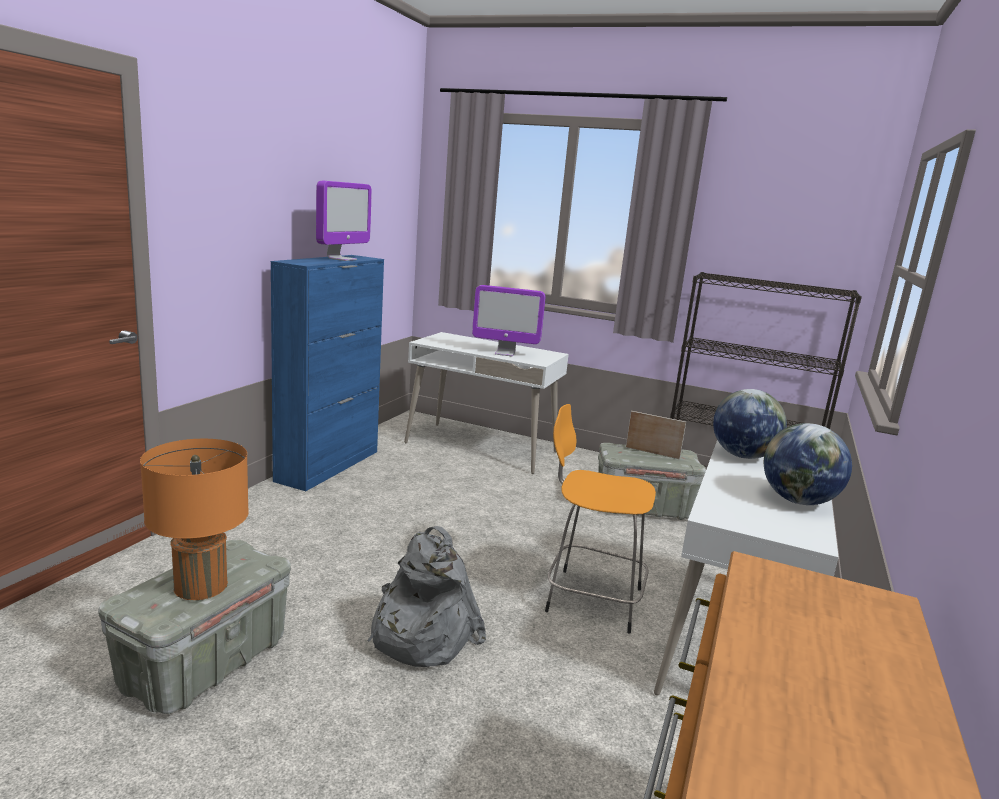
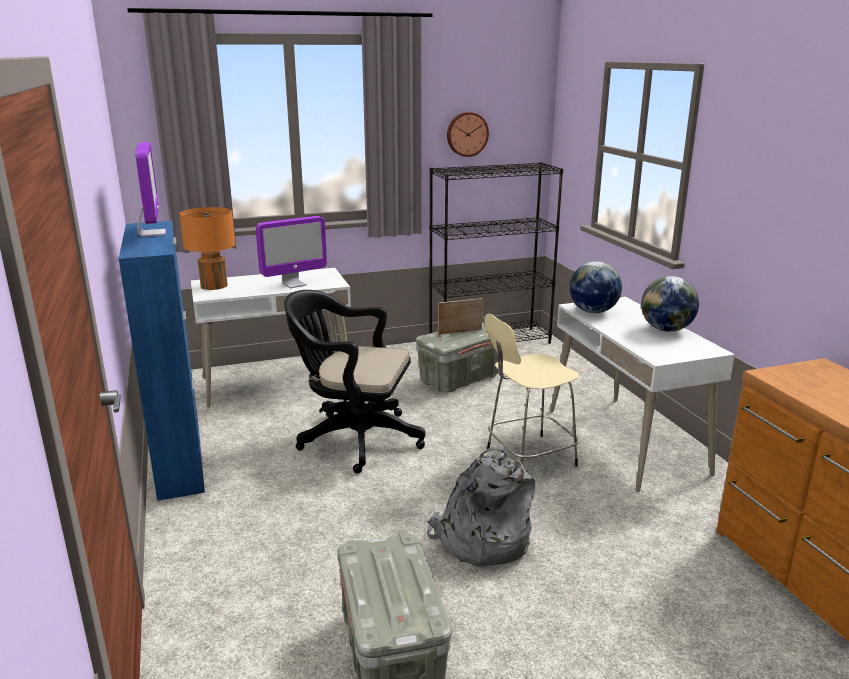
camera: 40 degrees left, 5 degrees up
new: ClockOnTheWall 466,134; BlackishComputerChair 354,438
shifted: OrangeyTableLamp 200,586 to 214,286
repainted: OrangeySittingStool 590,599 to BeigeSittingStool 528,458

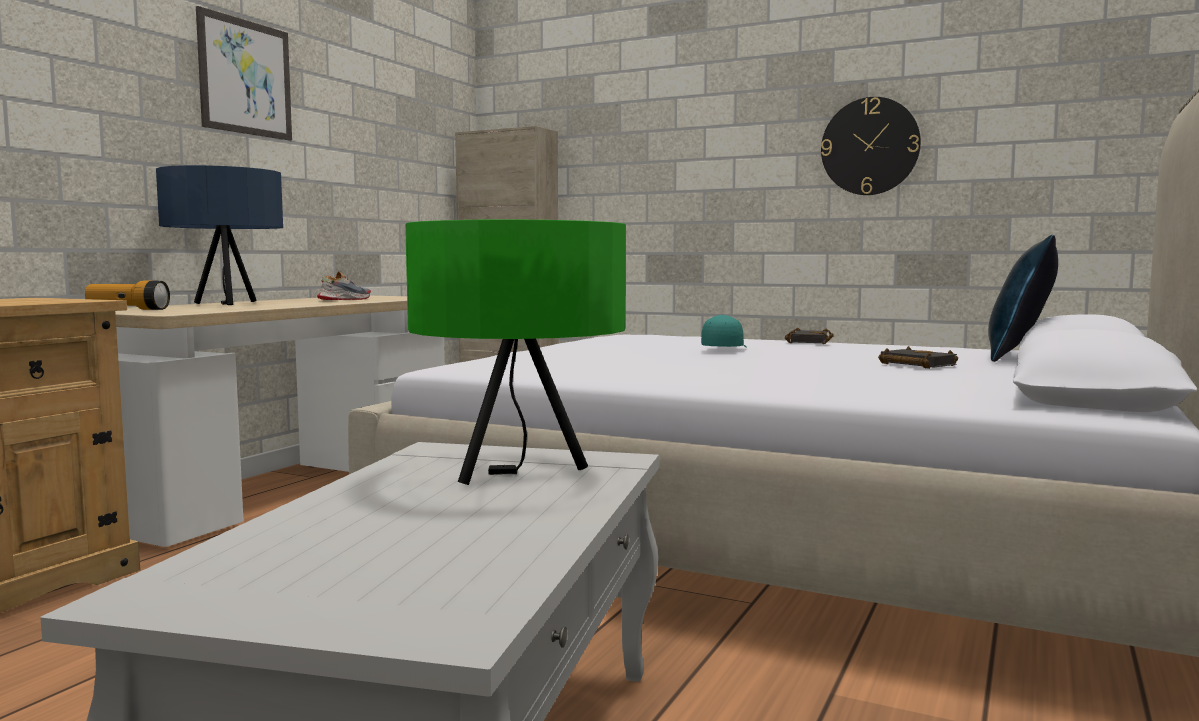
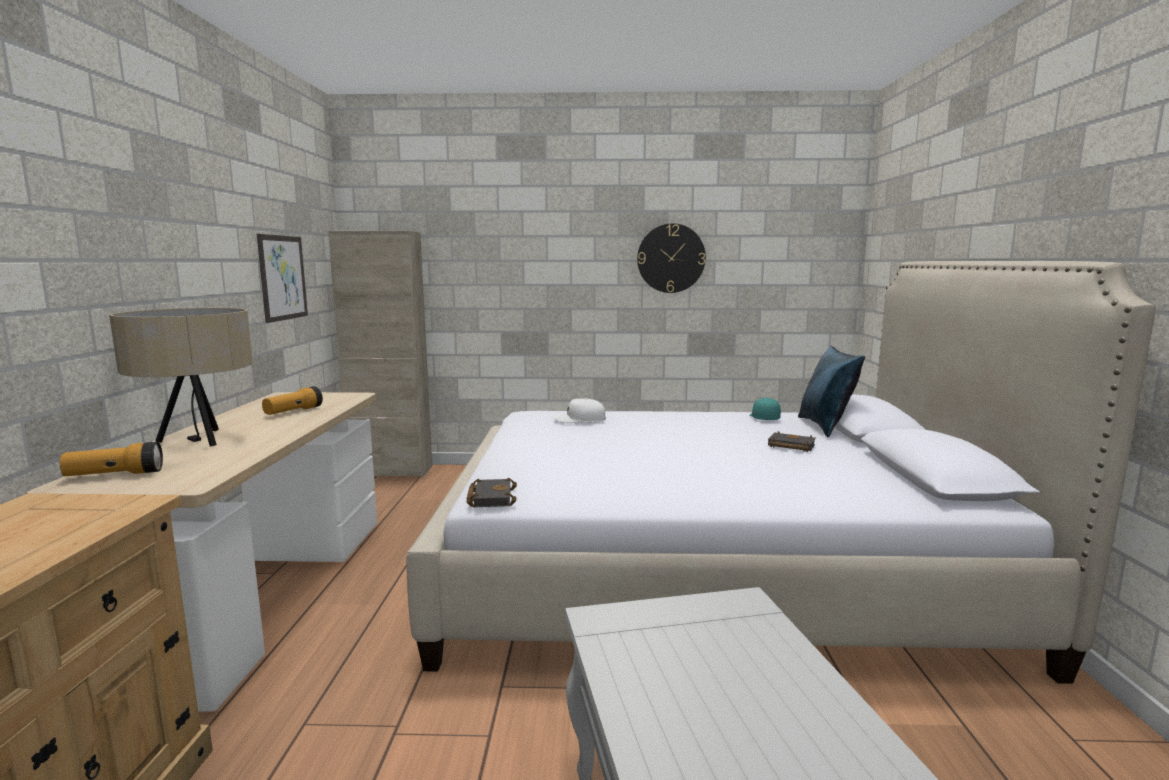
camera: 25 degrees left, 5 degrees up
gone: GreenColouredTableLamp 519,472
new: WhitishPeakedCap 580,420
shifted: Picture 245,77 to 283,277; BlueGreenPeakedCap 723,348 to 763,418; BlackishBook 807,341 to 490,497
swapped: ItemOfFootwear 344,300 to HandTorch 293,411
repainted: BlueTableLamp 226,304 to BeigeTableLamp 198,441

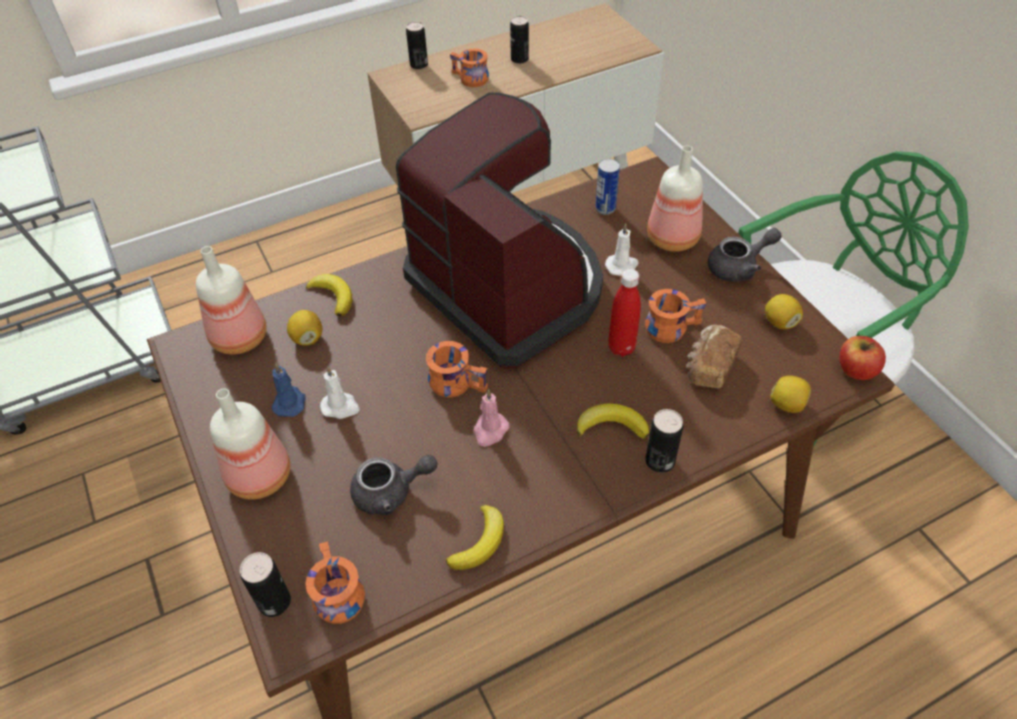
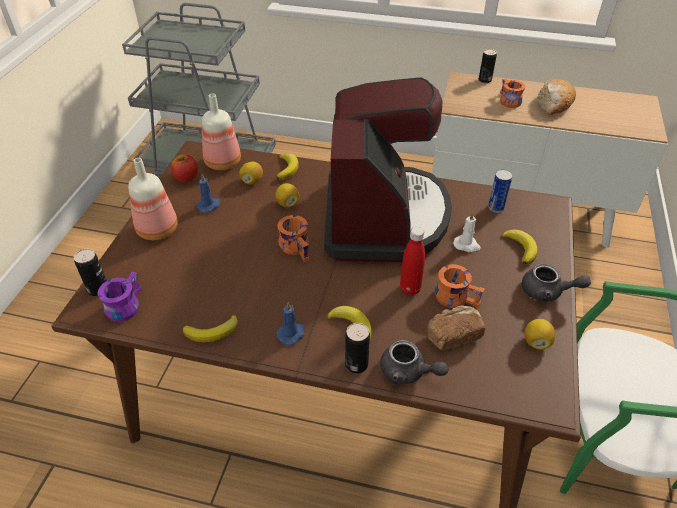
camera: 40 degrees right, 5 degrees down
gone: WhitishCandle 341,407; PinkCandle 490,431
new: BlueCandle 291,334
shifted: AppleFruit 856,370 to 186,177; WholeLemon 787,404 to 287,203; GrayTeapot 391,492 to 408,372
swapped: Can 519,59 to BakeryBread 554,104; Bottle 671,237 to Banana 521,248
repainted: OrangeyCoffeeMug 334,594 to PurplishCoffeeMug 123,305

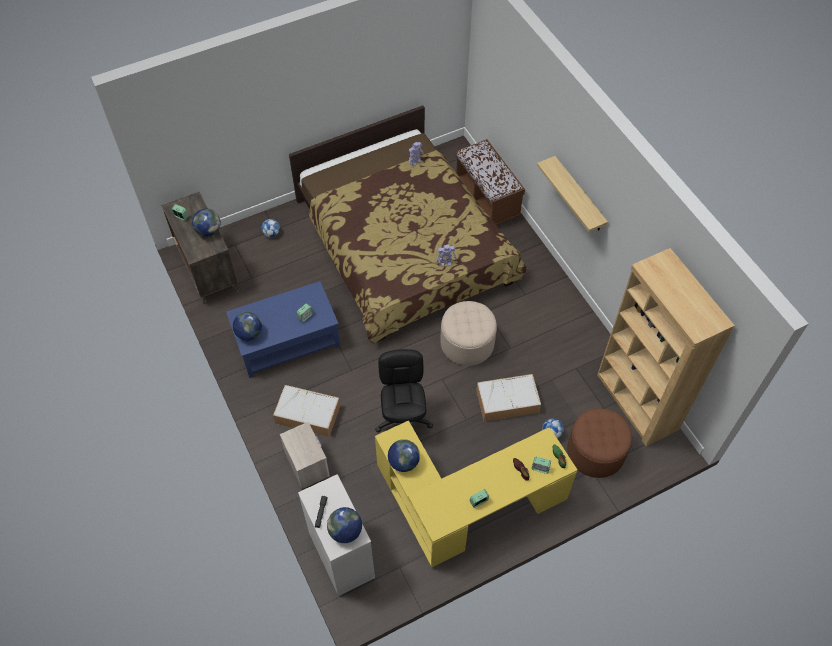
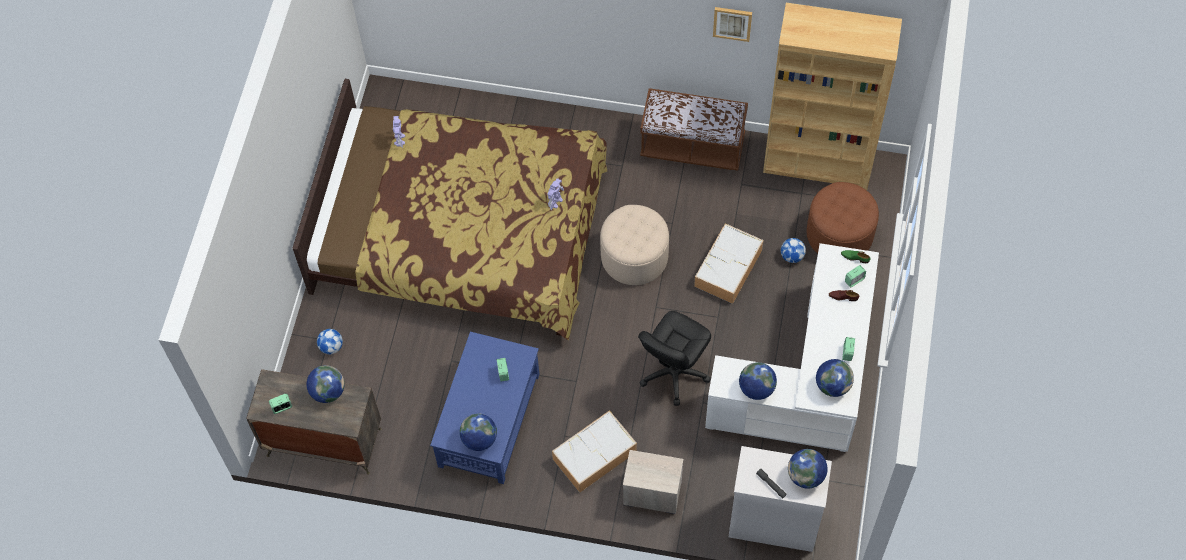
camera: 50 degrees left, 5 degrees up
gone: WallShelf 579,195
new: Picture 732,23; DeskGlobe 832,385
shifted: BrownColouredBench 487,199 to 692,147
repainted: YellowColouredDeskUnit 466,506 to WhitishDeskUnit 807,381
rotated: BlackishComputerChair 403,420 = 673,372 90 degrees counterclockwise

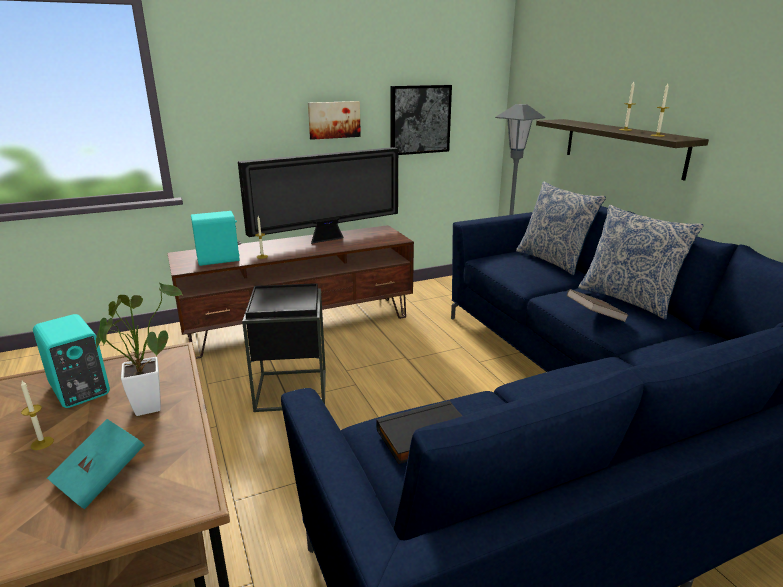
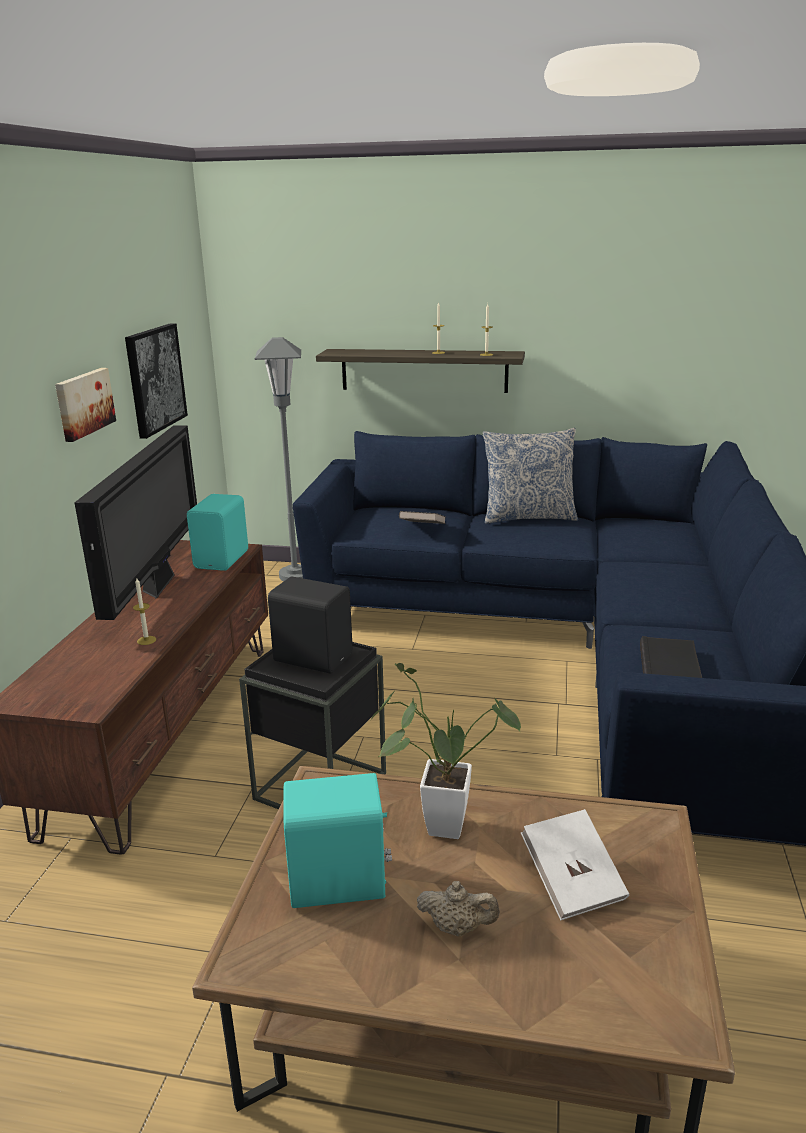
camera: 55 degrees left, 0 degrees up
gone: ThrowPillow 553,260
new: BlackishLoudspeaker 313,657
shifted: BlueGreenLoudspeaker 219,260 to 223,560; BrownColouredBook 594,317 to 422,529
swapped: Candle 42,443 to BeigeTeapot 457,927
repainted: BlueGreenBook 101,478 to WhitishBook 572,881

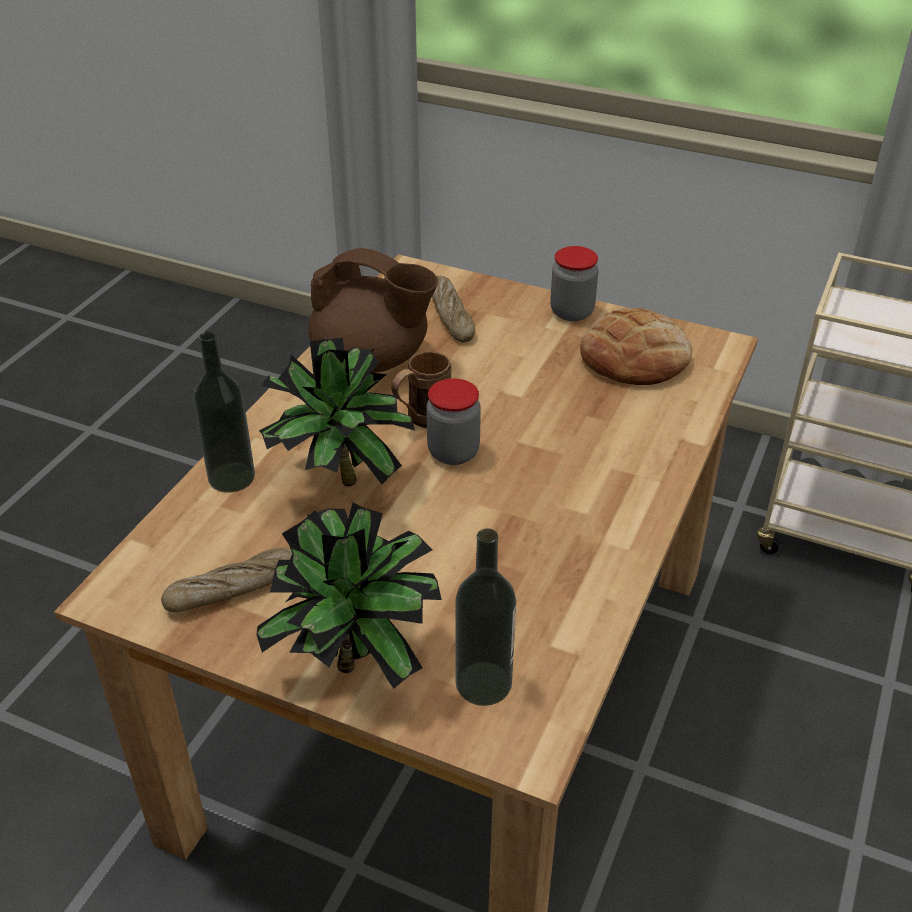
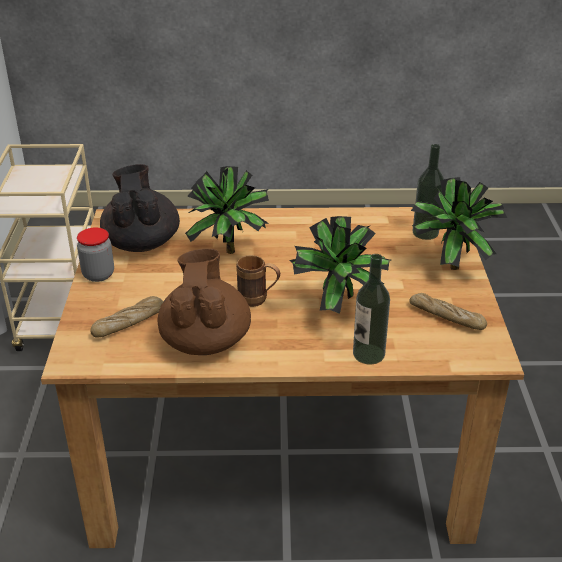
camera: 115 degrees left, 5 degrees down
gone: PreserveJar 453,452
new: PottedPlant 229,255
swapped: BakeryBread 635,357 to BlackishTeapot 142,242

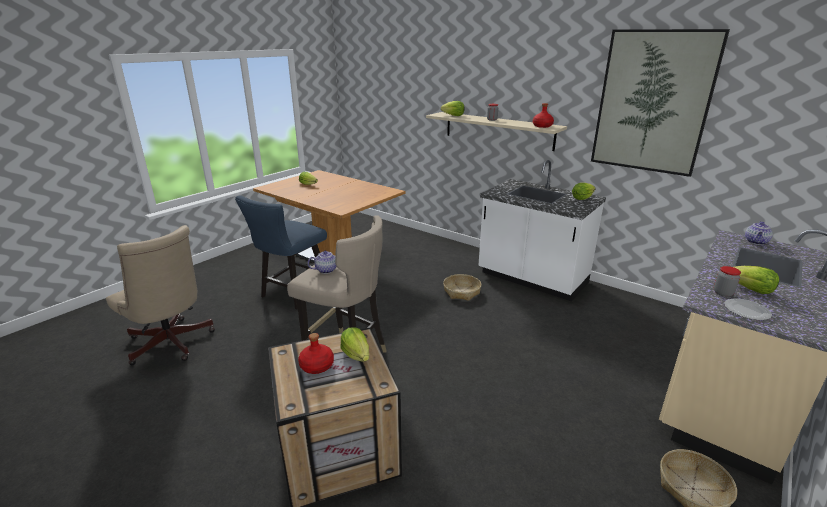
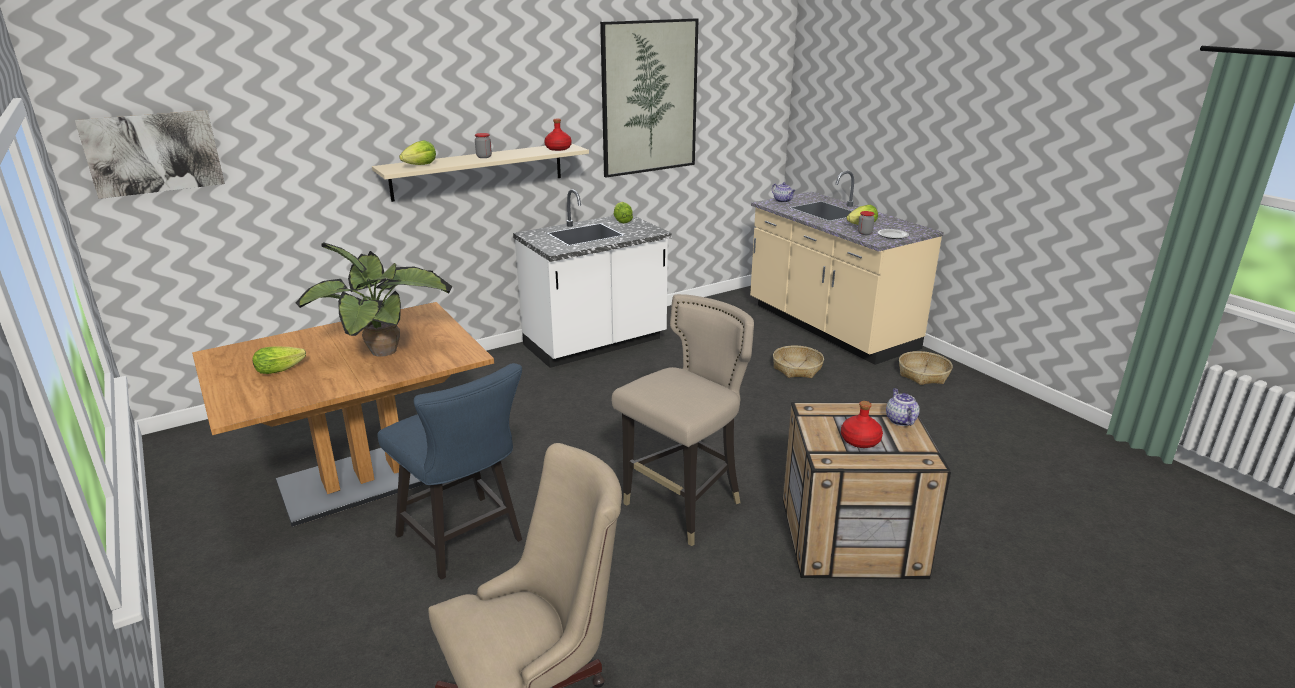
camera: 70 degrees left, 0 degrees up
gone: Lettuce 356,355
new: Picture 153,153; PottedPlant 387,352
shifted: Teapot 327,270 to 900,420; Basket 462,292 to 797,368

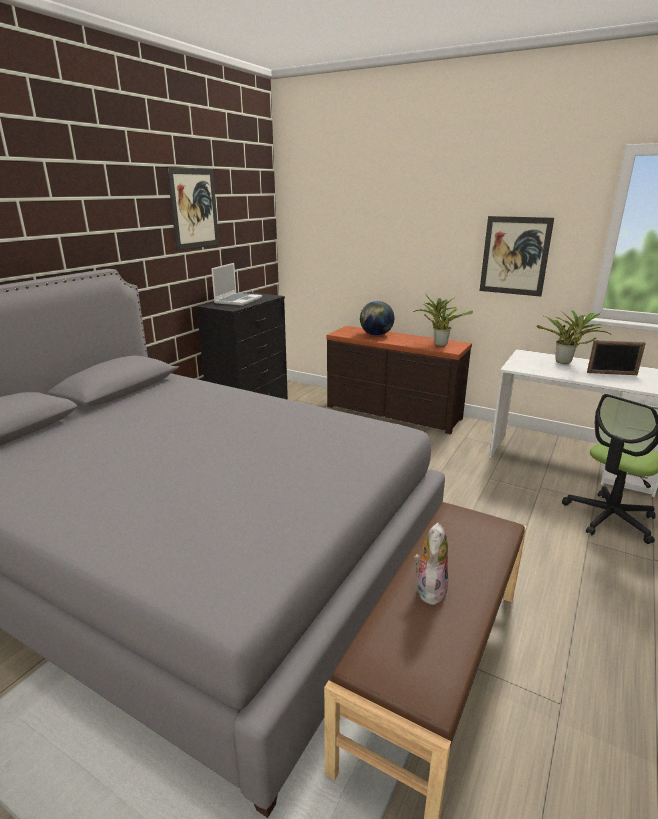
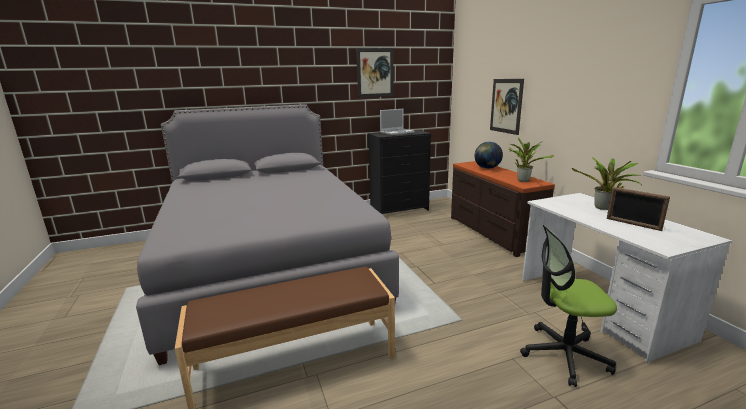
camera: 40 degrees right, 5 degrees down
gone: CuddlyToy 429,589
shifted: Picture 514,256 to 506,106

